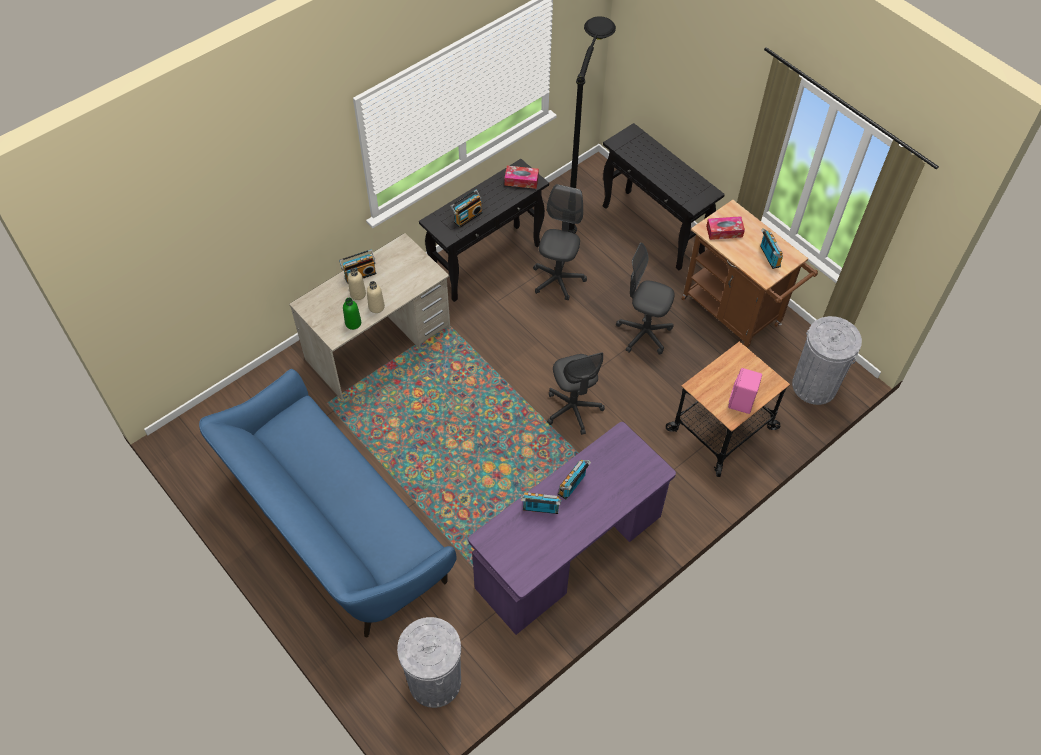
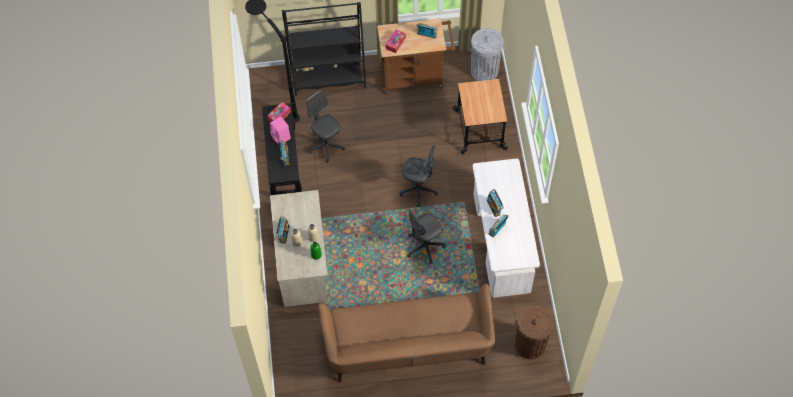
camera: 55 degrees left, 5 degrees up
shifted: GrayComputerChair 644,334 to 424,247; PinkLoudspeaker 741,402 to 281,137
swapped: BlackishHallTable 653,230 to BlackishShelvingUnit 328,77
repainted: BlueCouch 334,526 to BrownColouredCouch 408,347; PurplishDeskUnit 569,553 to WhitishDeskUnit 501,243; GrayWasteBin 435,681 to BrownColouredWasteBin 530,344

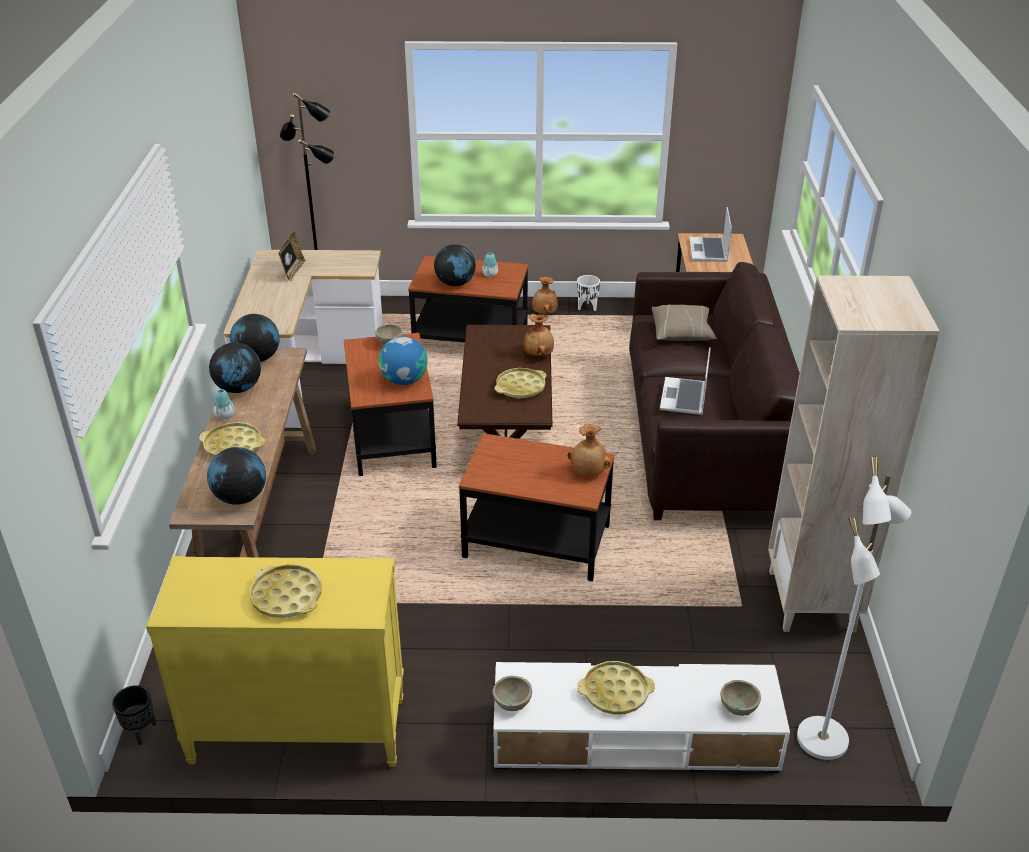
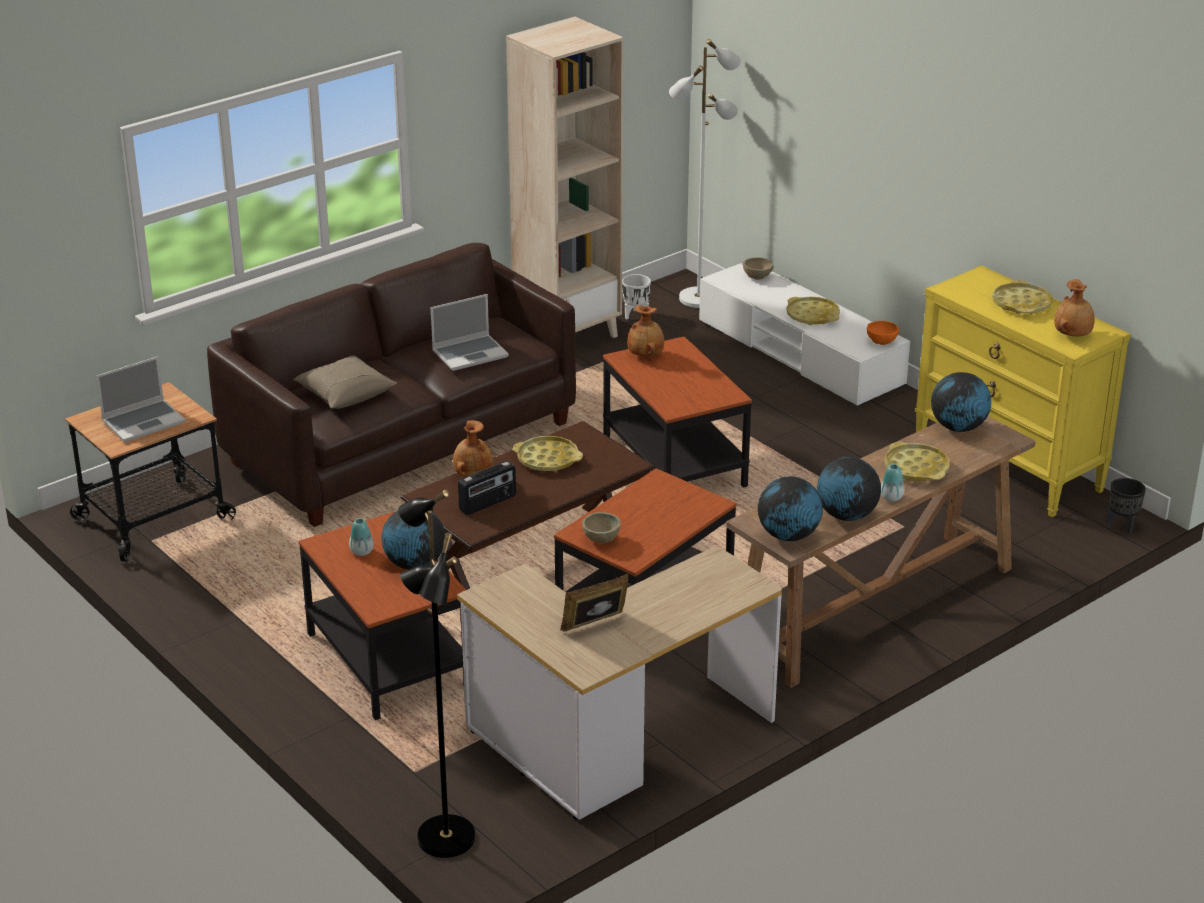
camera: 130 degrees left, 5 degrees down
gone: DeskGlobe 404,380
new: RadioReceiver 488,503
shifted: WhitishPlantPot 587,307 to 636,315; BrownColouredDecorativeVase 544,313 to 1073,335
repainted: BeigeDeepDish 511,703 to OrangeyDeepDish 882,342

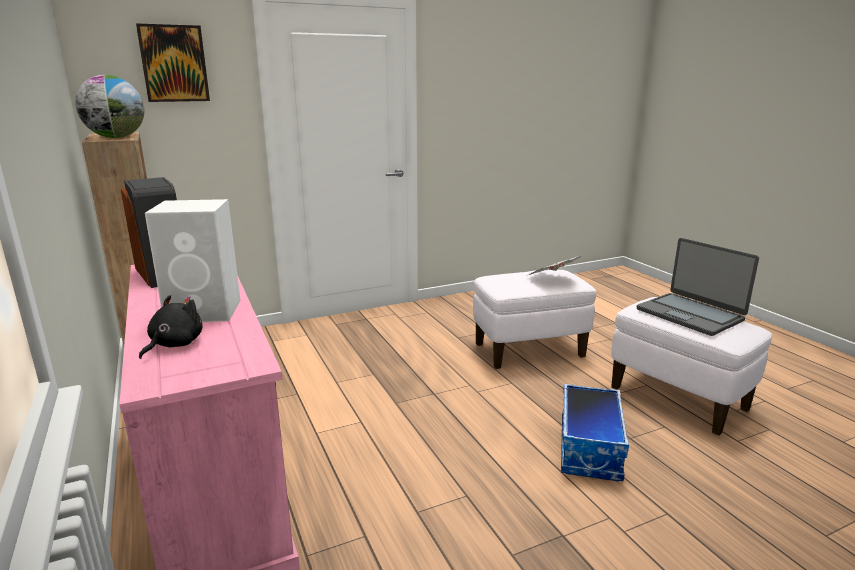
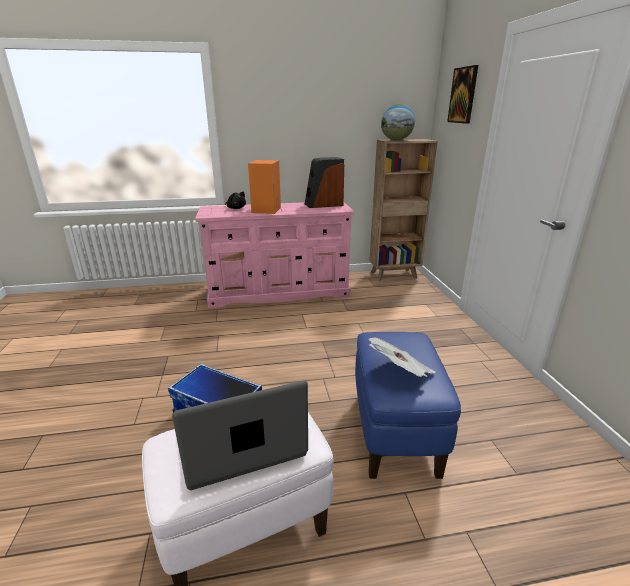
camera: 105 degrees right, 5 degrees up
repainted: WhitishLoudspeaker 206,311 to OrangeyLoudspeaker 266,210; WhitishOttoman 529,350 to BlueOttoman 395,434

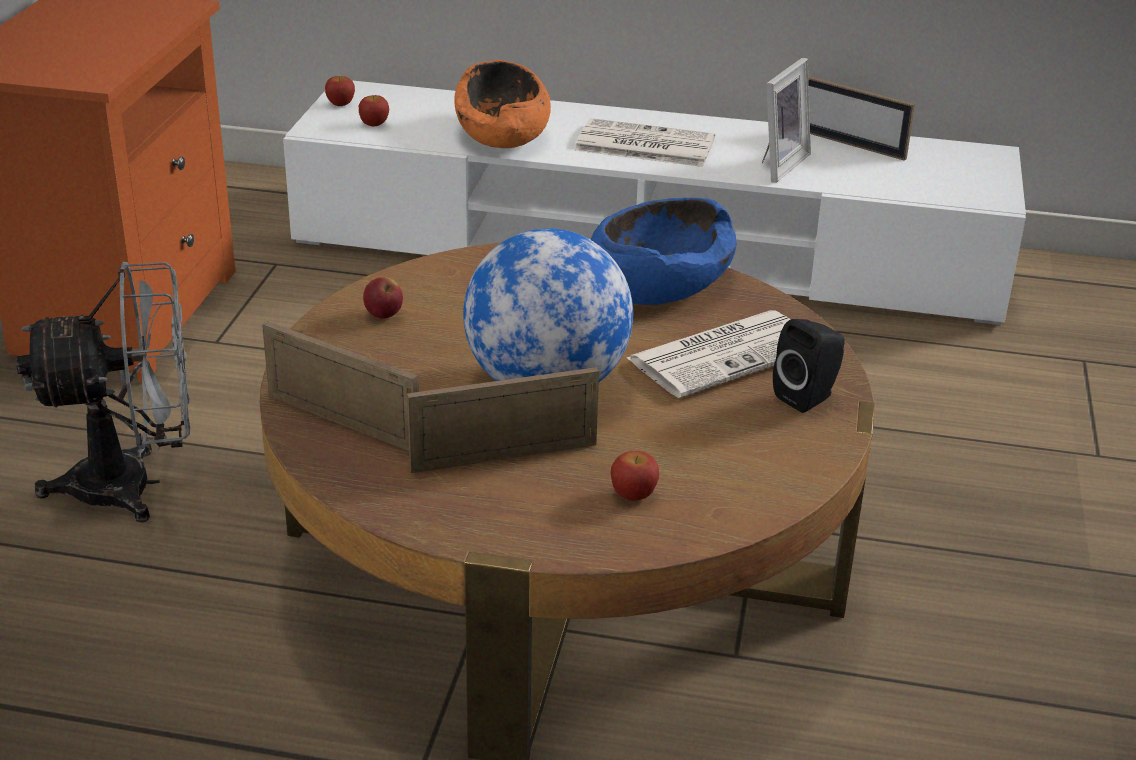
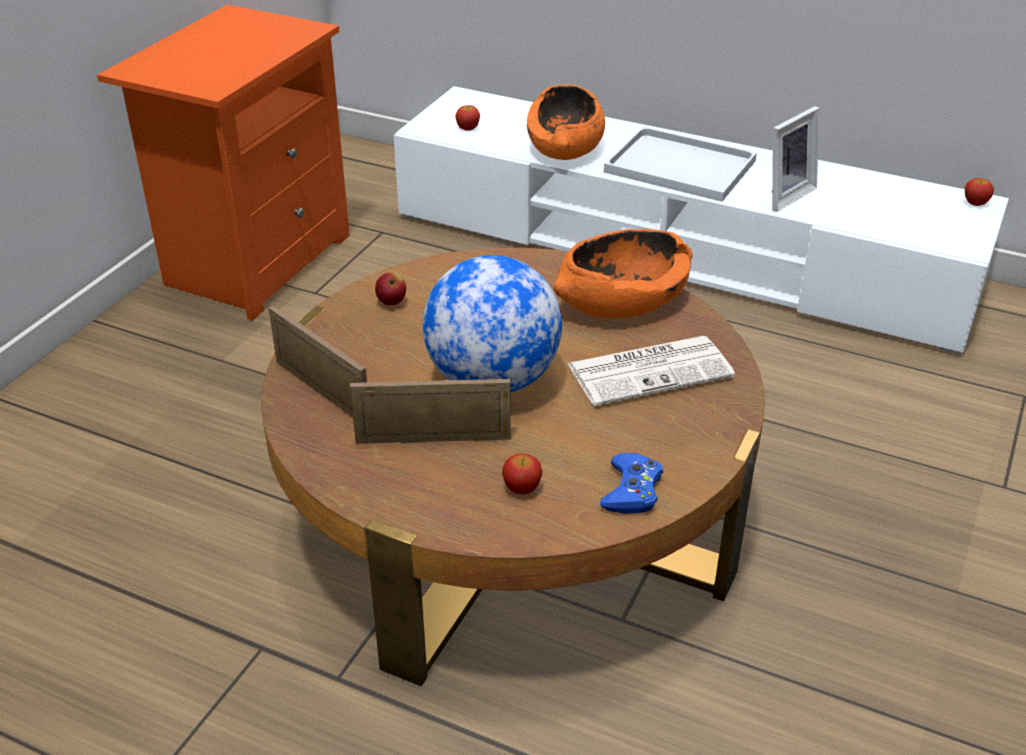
camera: 15 degrees right, 5 degrees up
gone: PhotoFrame 848,143; GrayCoolingFan 135,485; BlackishLoudspeaker 808,397
new: BlueGameController 632,490
shifted: AppleFruit 340,104 to 975,203
swapped: DailyPaper 643,145 to WhitishTray 677,166
repainted: BlueDeepDish 659,285 to OrangeyDeepDish 622,301

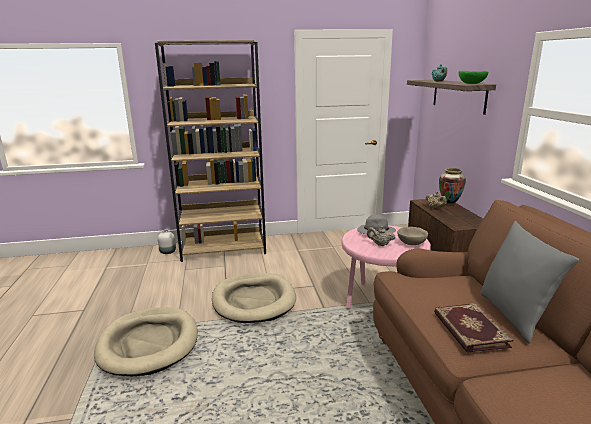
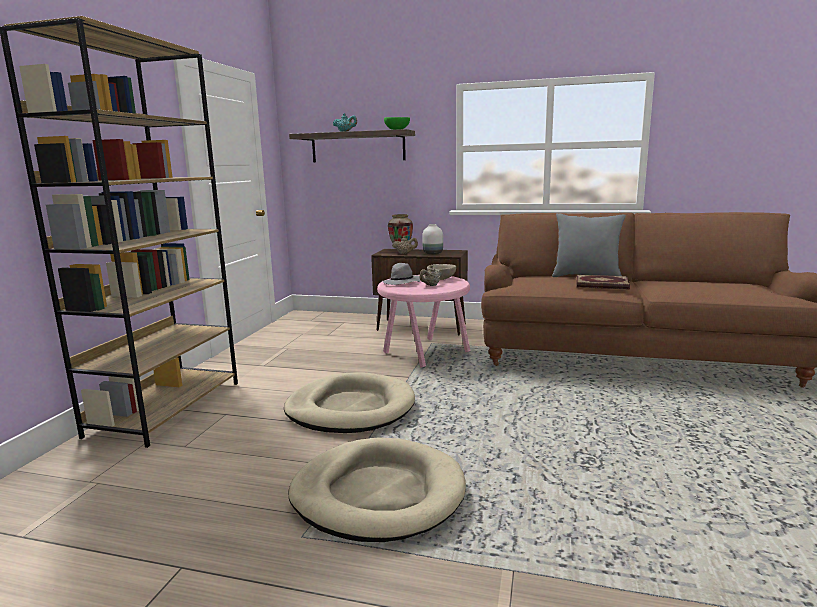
camera: 65 degrees left, 5 degrees down
shifted: WhitishDecorativeVase 168,251 to 432,253

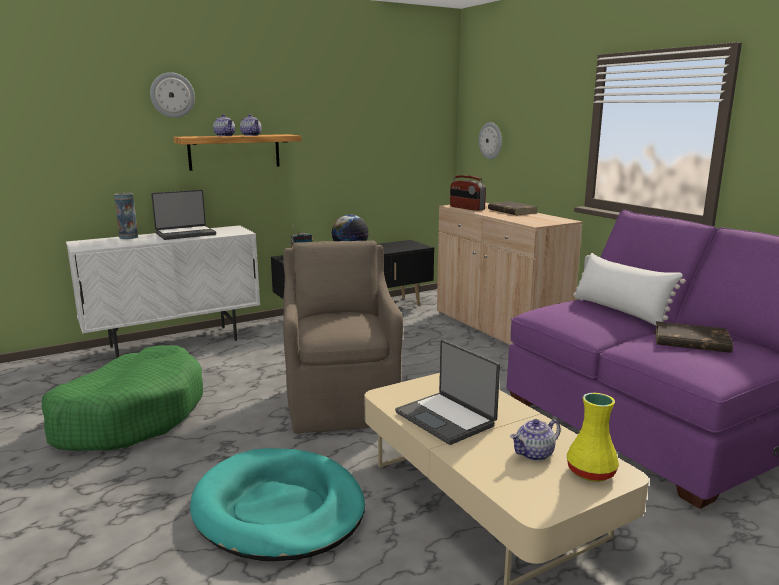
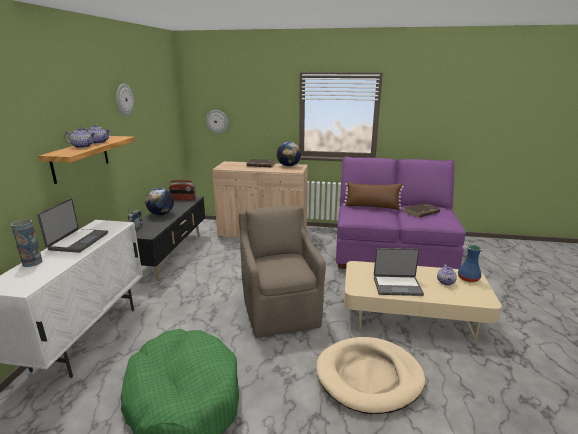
camera: 50 degrees left, 5 degrees up
new: DeskGlobe 288,166
shifted: ClockOnTheWall 172,95 to 124,99; RadioReceiver 466,208 to 183,199
repainted: WhitishThrowPillow 620,311 to BrownColouredThrowPillow 372,207; YellowColouredDecorativeVase 590,471 to BlueDecorativeVase 467,278; BlueGreenPetBed 279,509 to BeigePetBed 369,377
rotated: BrownColouredEasyChair 342,403 = 280,310 45 degrees clockwise

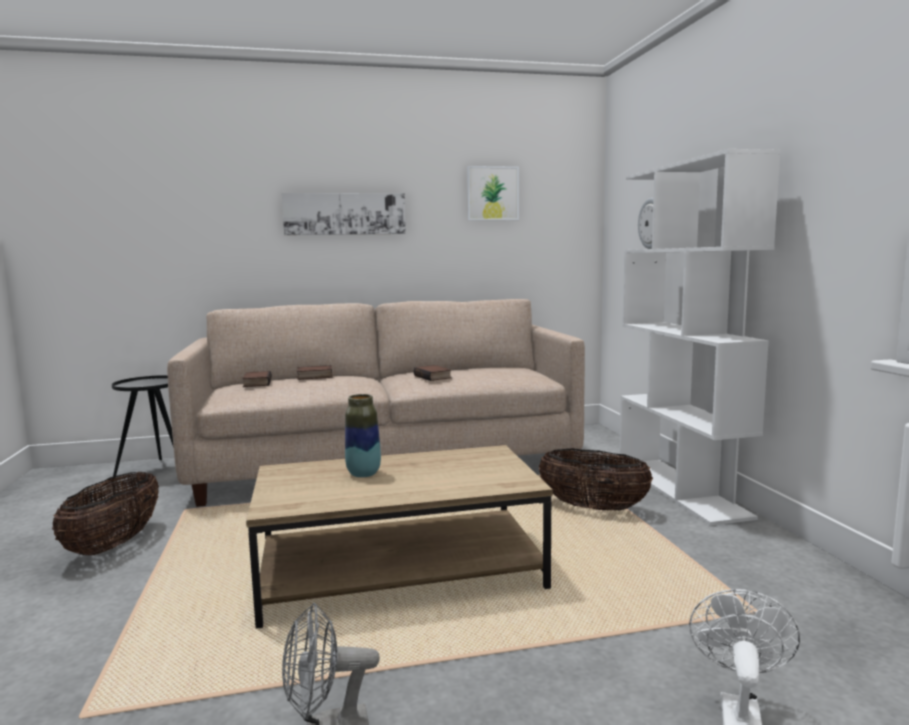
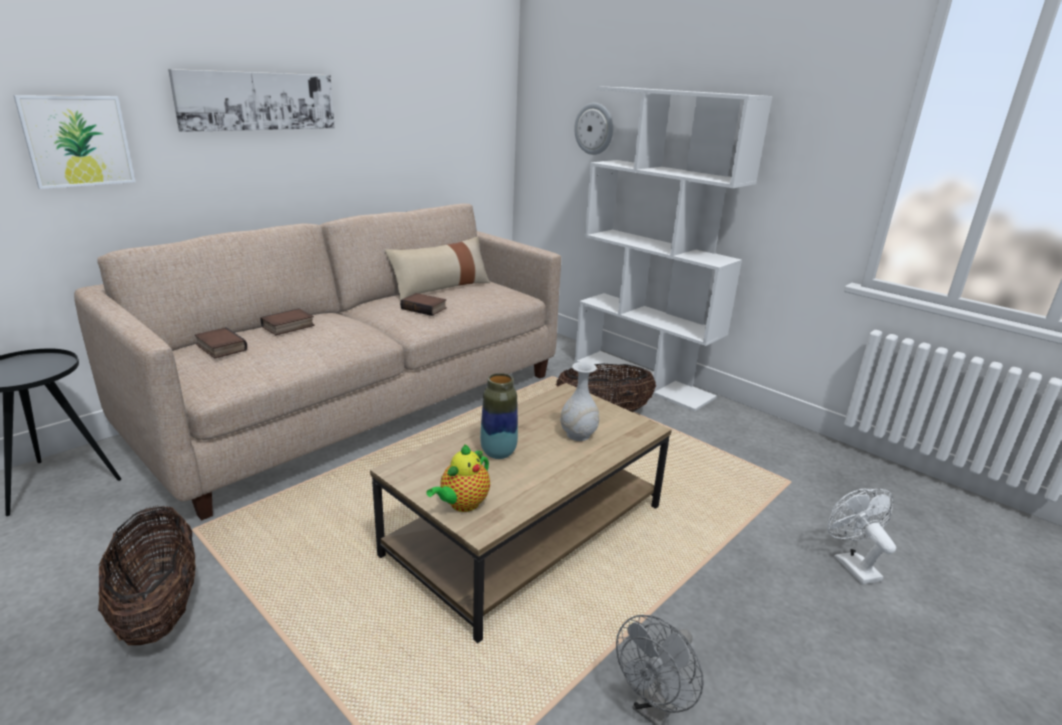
camera: 35 degrees left, 15 degrees up
new: BeigeThrowPillow 441,288; WhitishDecorativeVase 578,435; Teapot 462,504
shifted: Picture 492,193 to 78,141

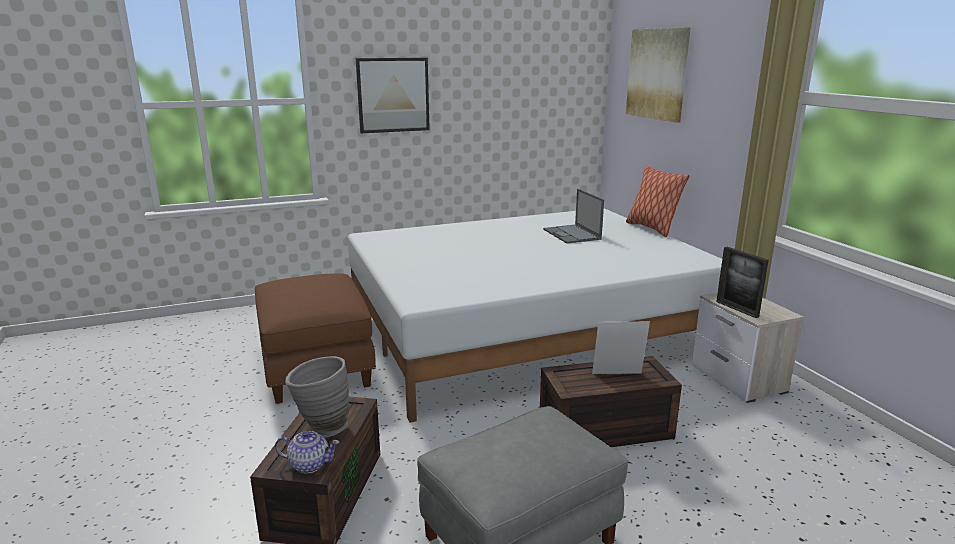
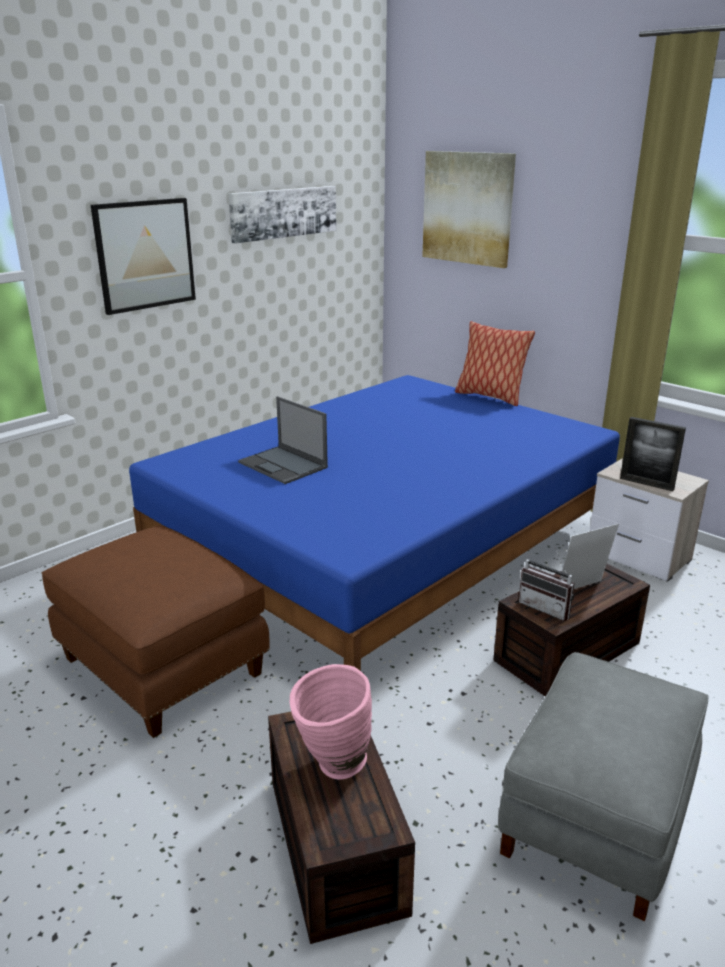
camera: 25 degrees left, 5 degrees up
gone: Teapot 309,464
new: Picture 283,213; RadioReceiver 547,607
shifted: Laptop 572,234 to 283,465
repainted: WhitishSleepingBed 526,332 to BlueSleepingBed 386,549; GrayDecorativeVase 321,429 to PinkDecorativeVase 331,766

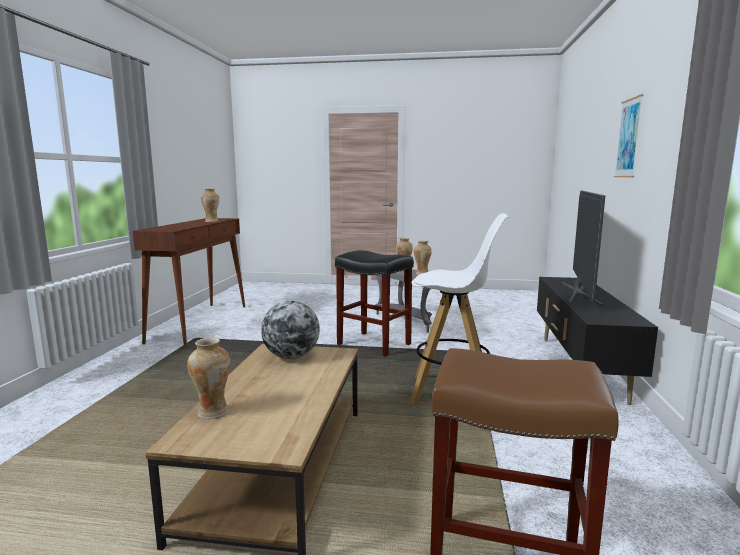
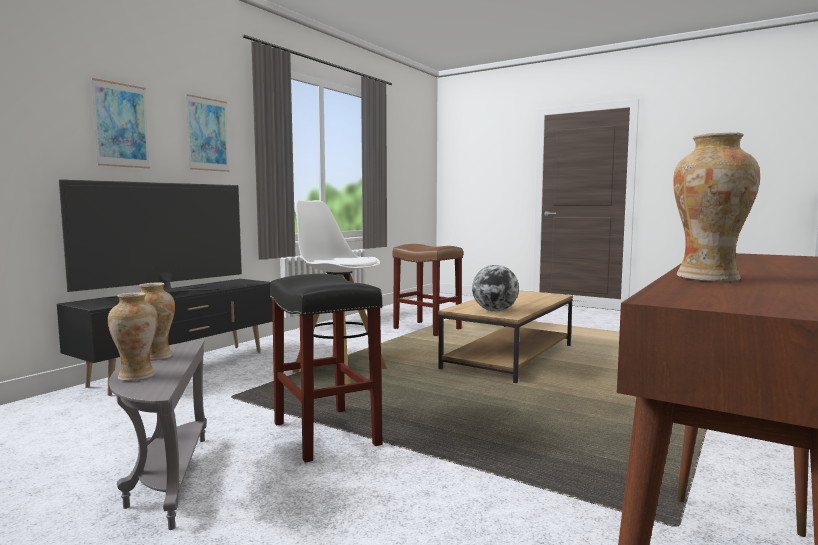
camera: 155 degrees left, 5 degrees down
gone: DecorativeVase 212,412
new: Picture 207,134

